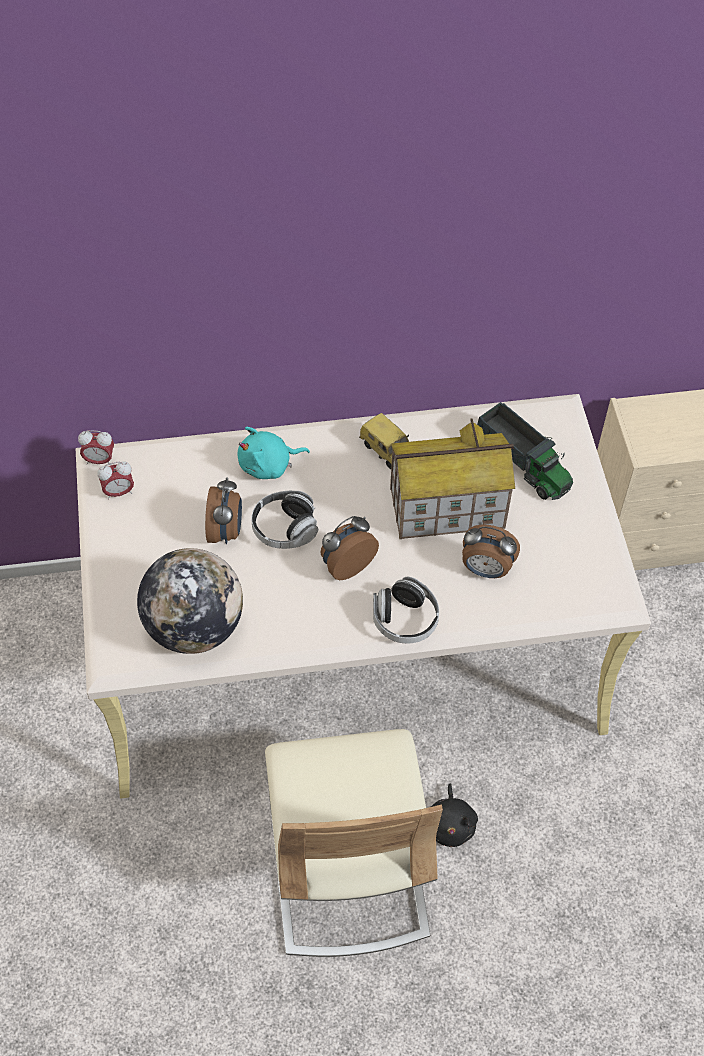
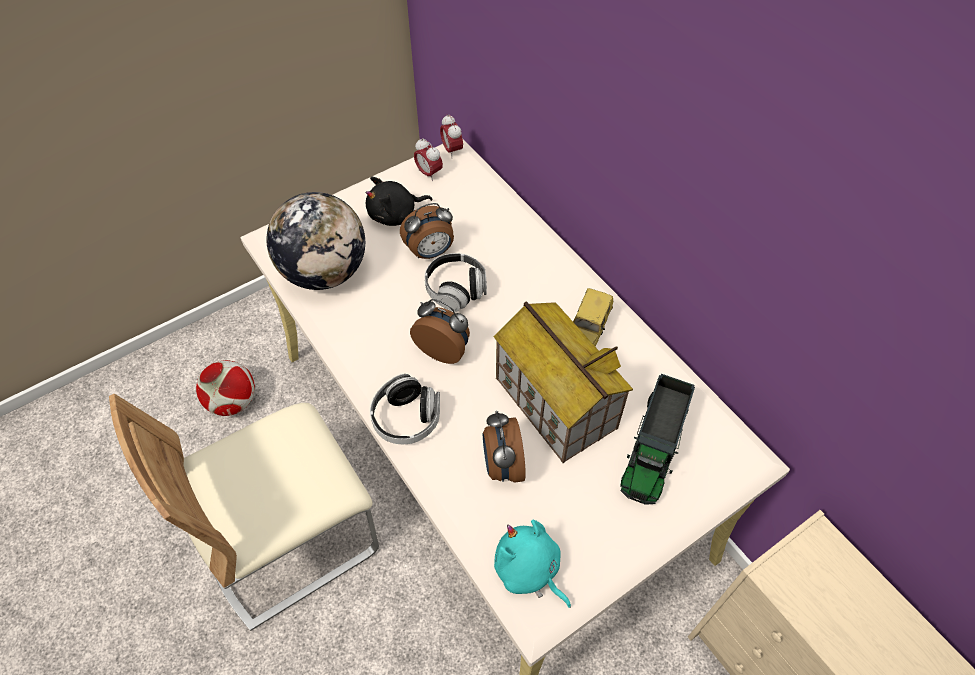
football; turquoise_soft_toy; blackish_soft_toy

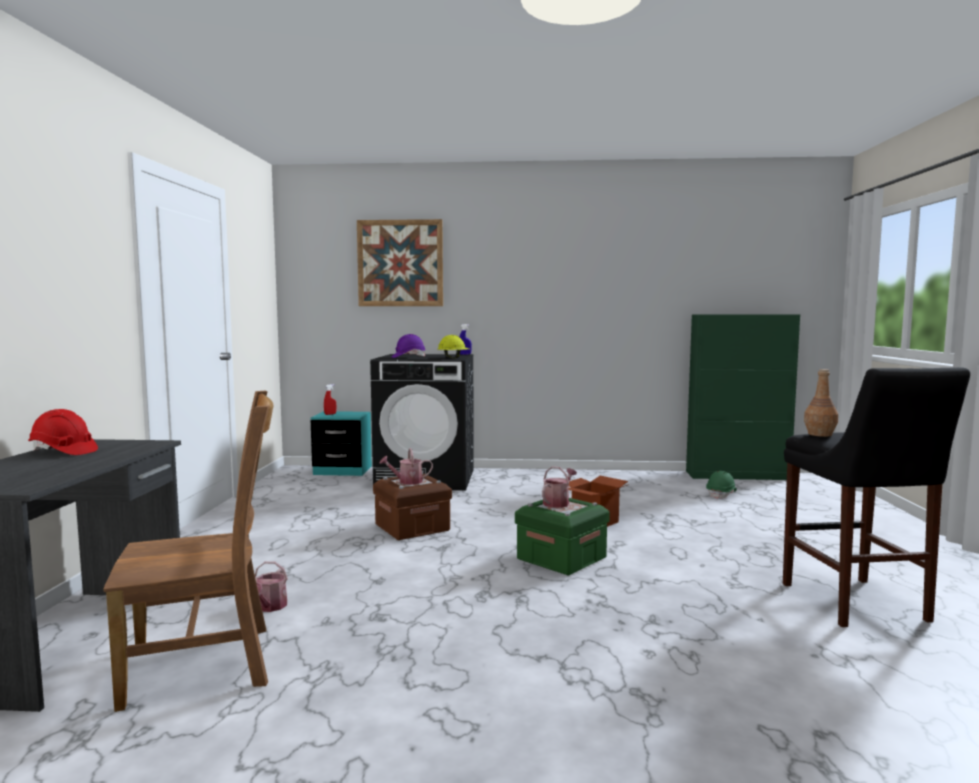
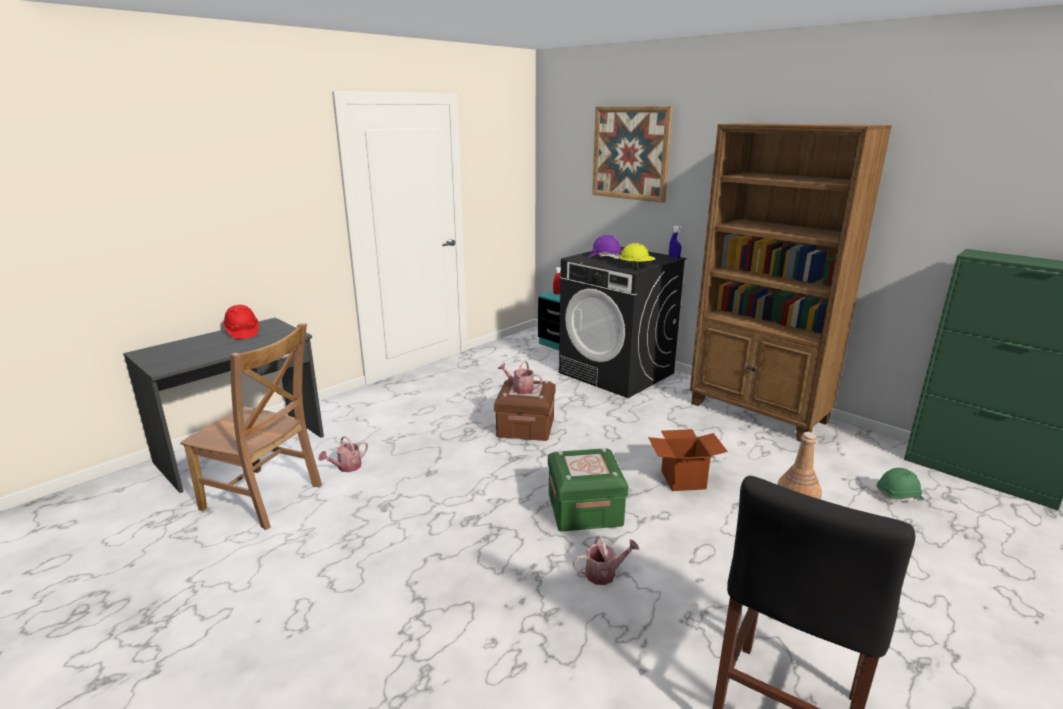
brownish_shelving_unit; sprinkling_can (no. 3 from left)

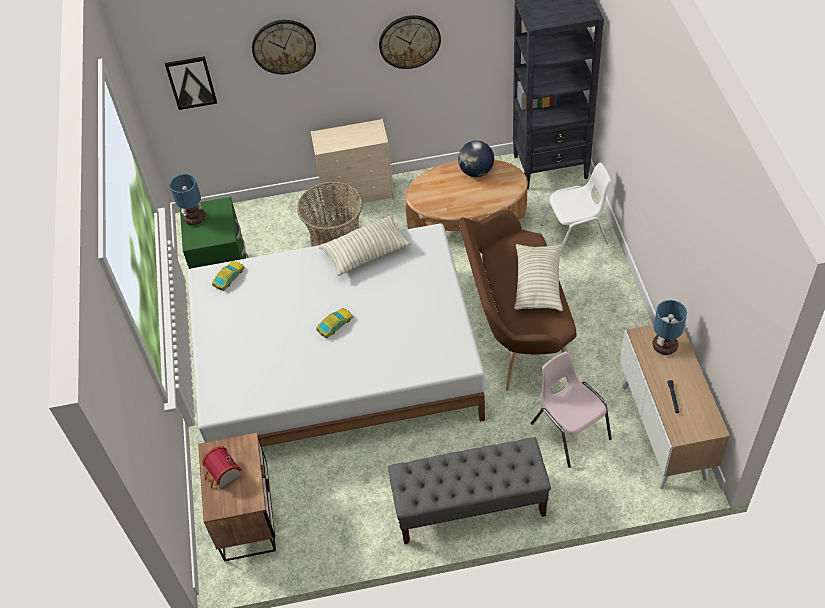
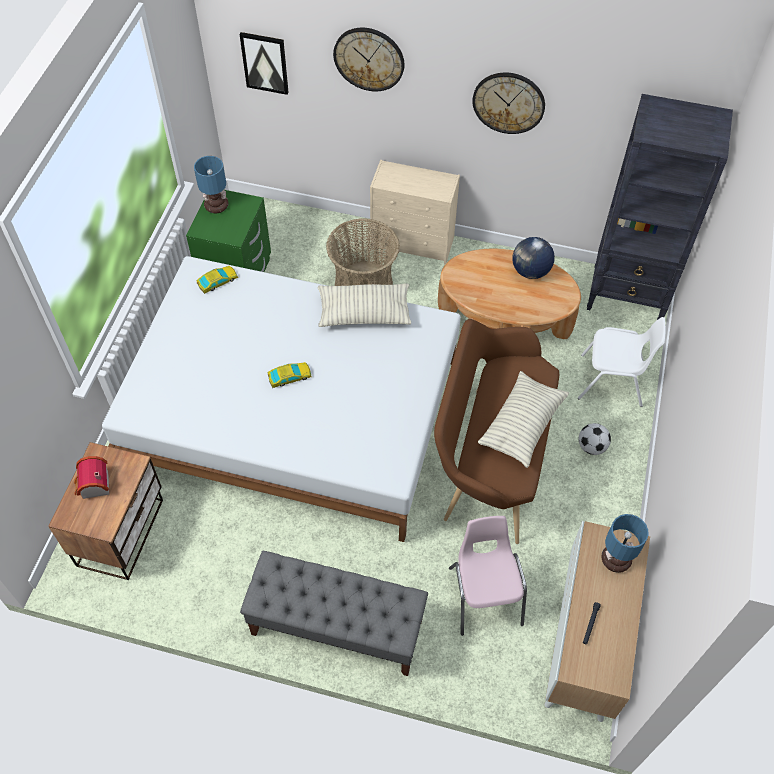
football

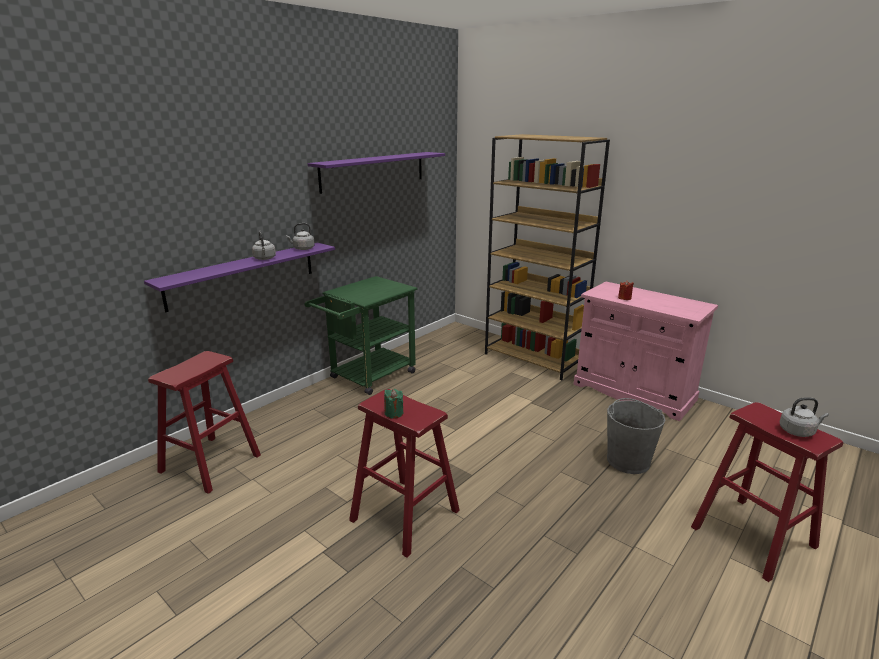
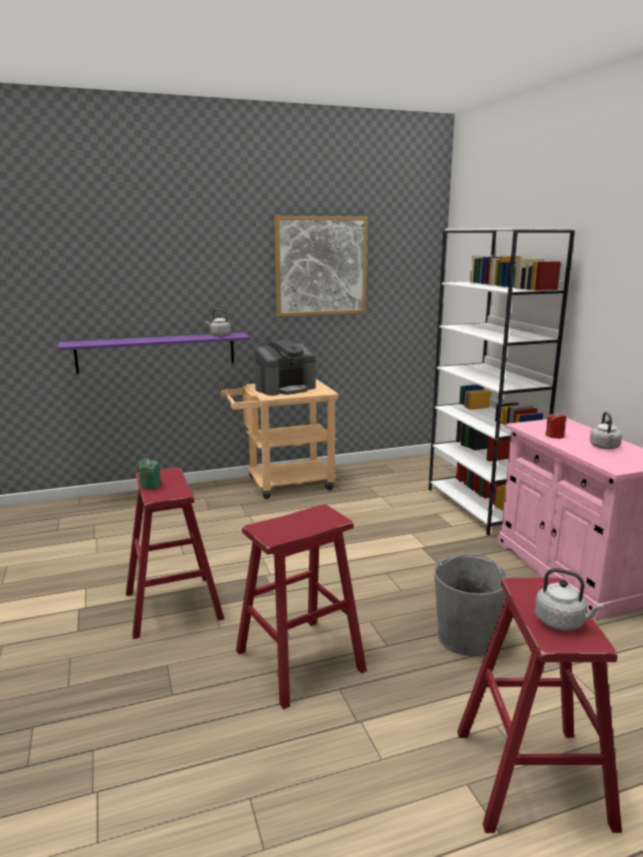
coffee_brewer; reddish_sitting_stool (no. 2 from left); gray_water_kettle (no. 3 from left); wall_art; sand-coloured_trolley; white-coloured_shelving_unit

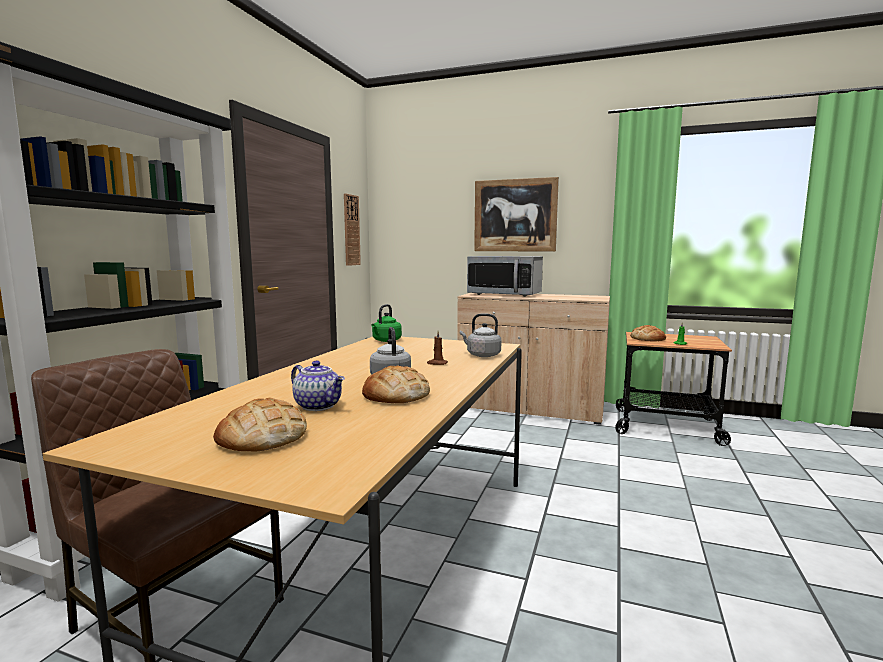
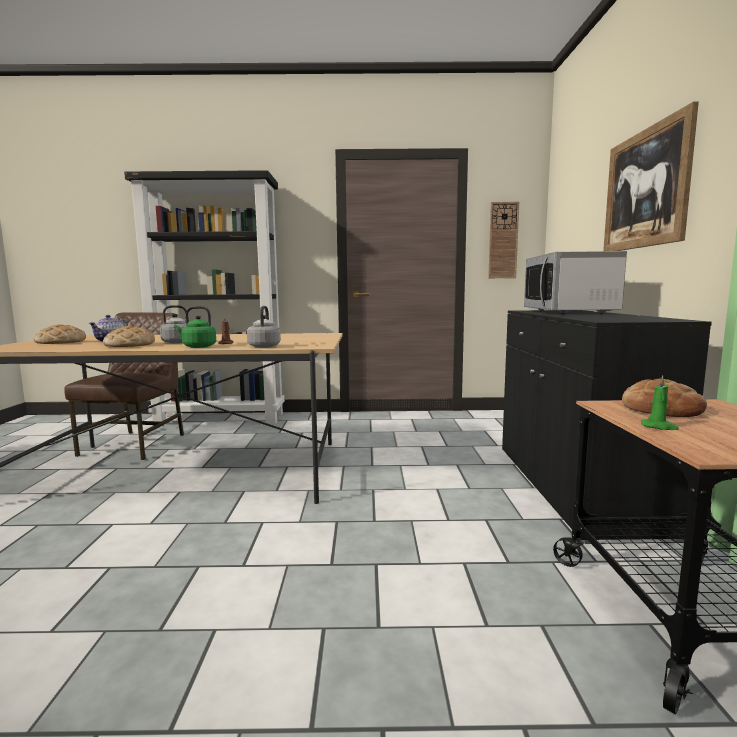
green_water_kettle; blackish_cupboard

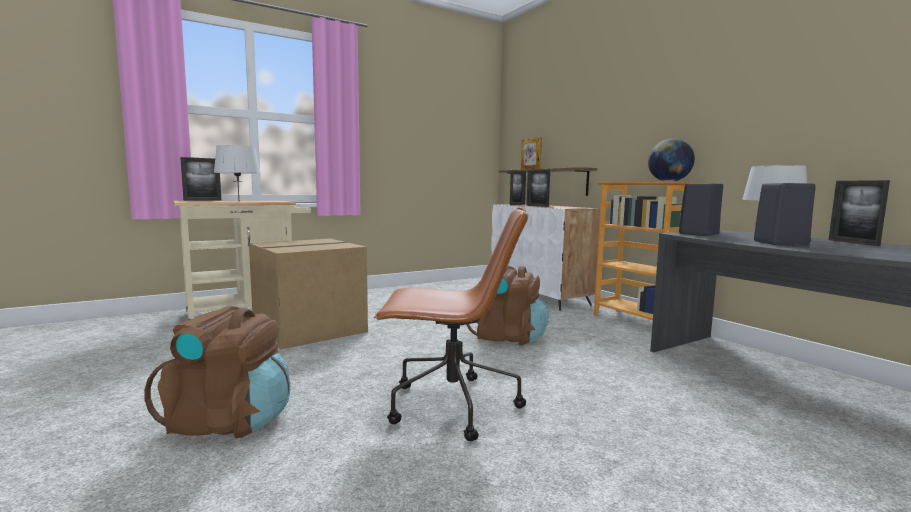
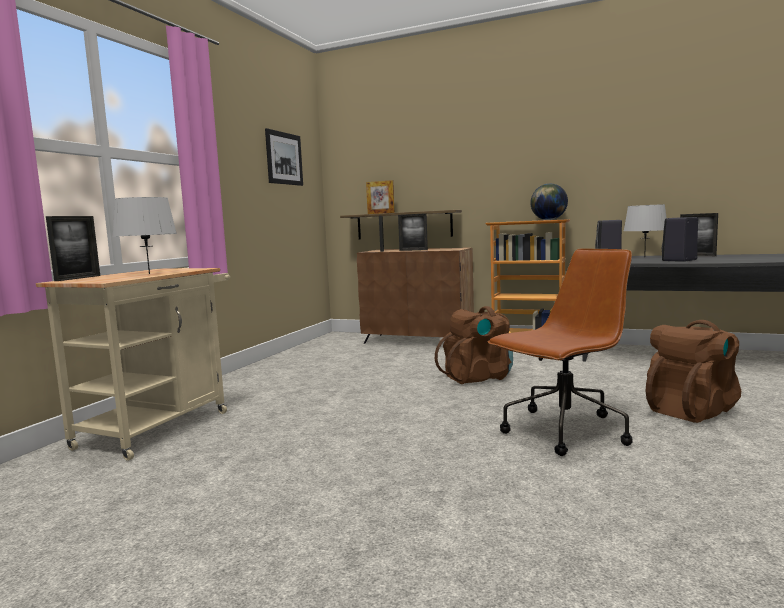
carton; wall_art; brownish_rucksack (no. 2 from left); brownish_cupboard

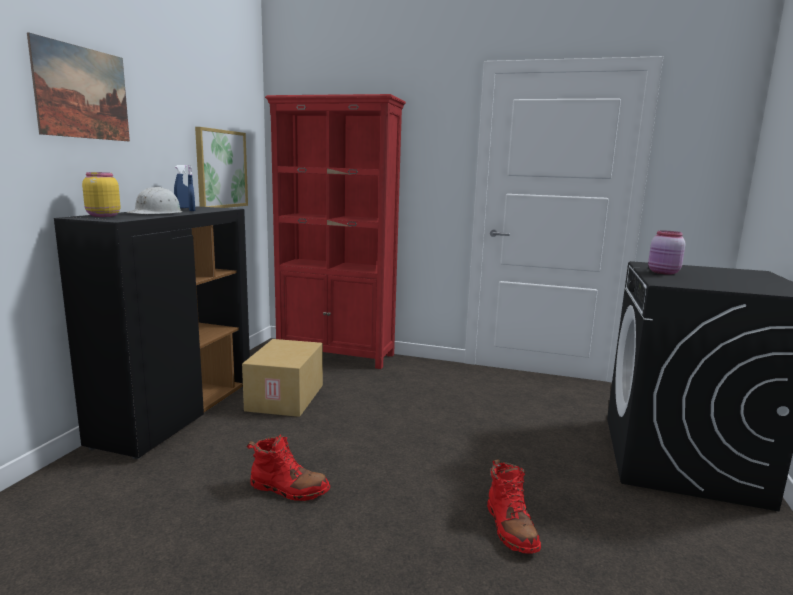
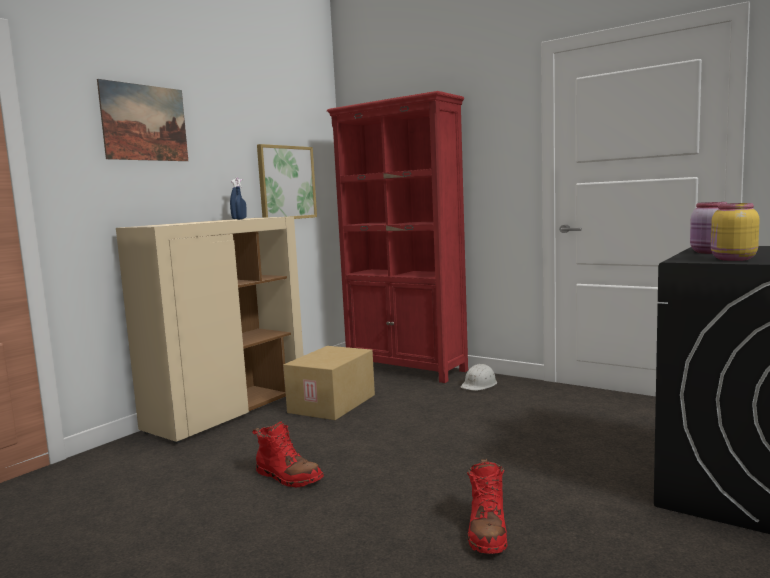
yellowish_preserve_jar; white-coloured_work_helmet; sand-coloured_cupboard

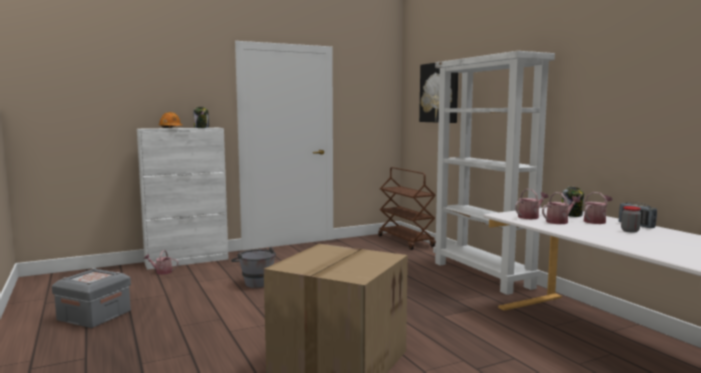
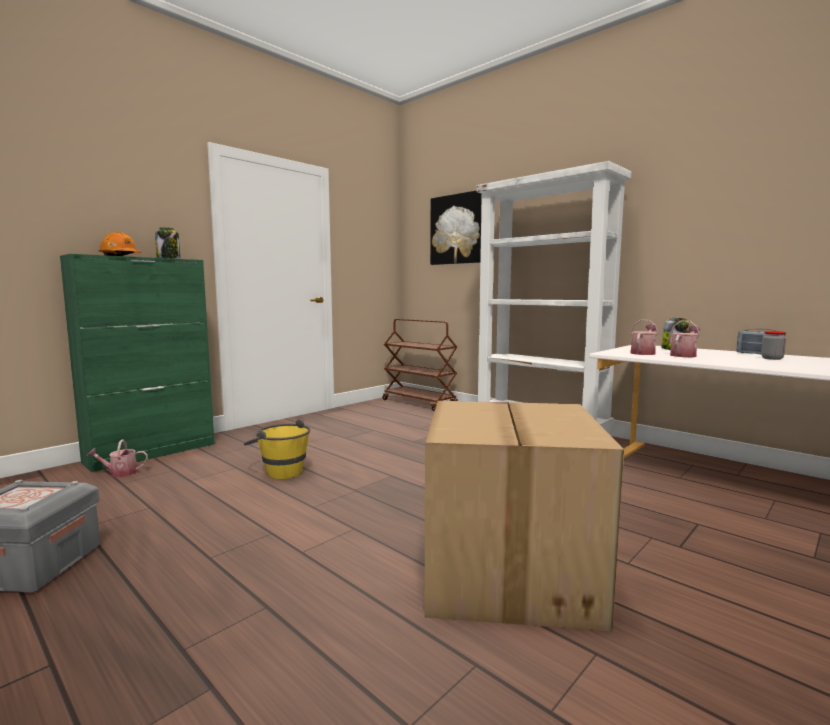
sprinkling_can (no. 4 from left in the first image); green_cupboard; yellowish_pail

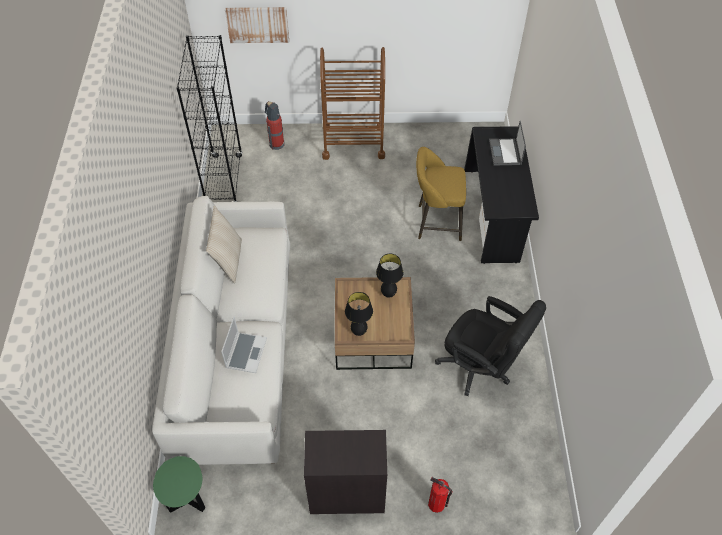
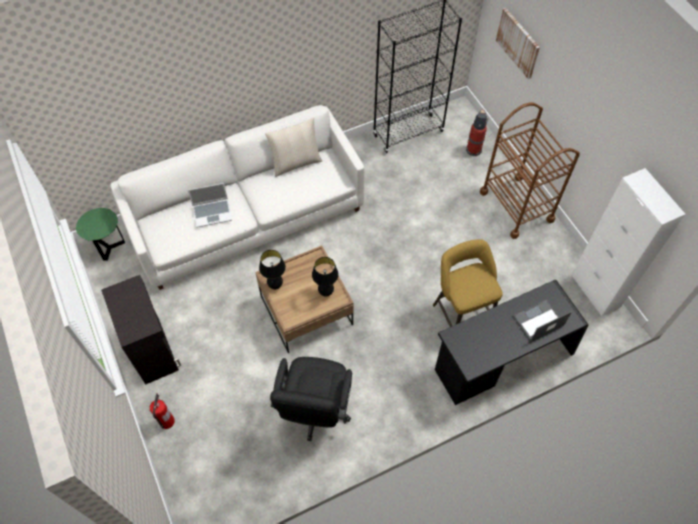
white-coloured_cupboard

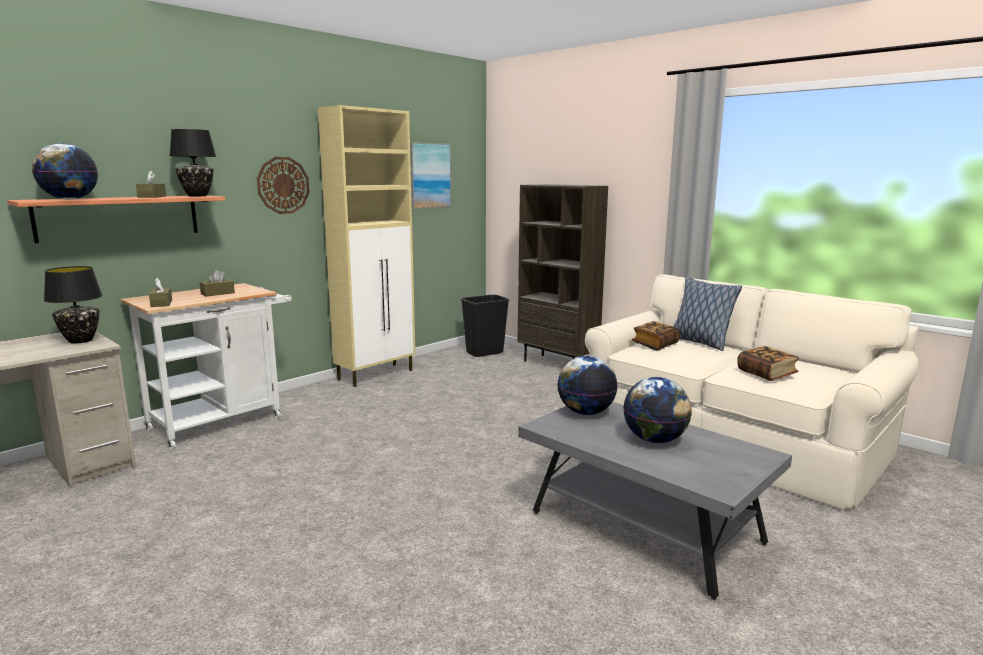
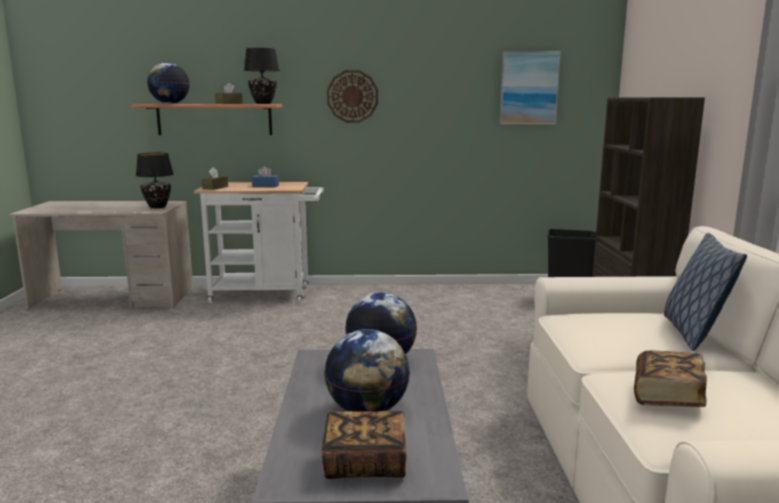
sand-coloured_cupboard; bound_book (no. 1 from left); bluish_box_of_tissues

